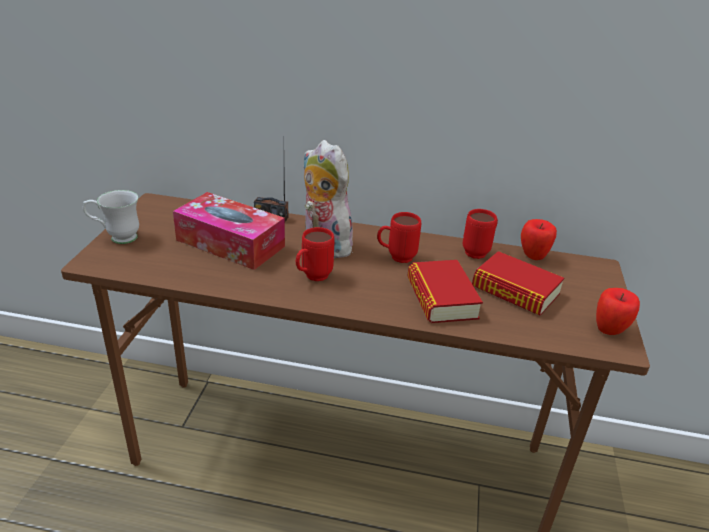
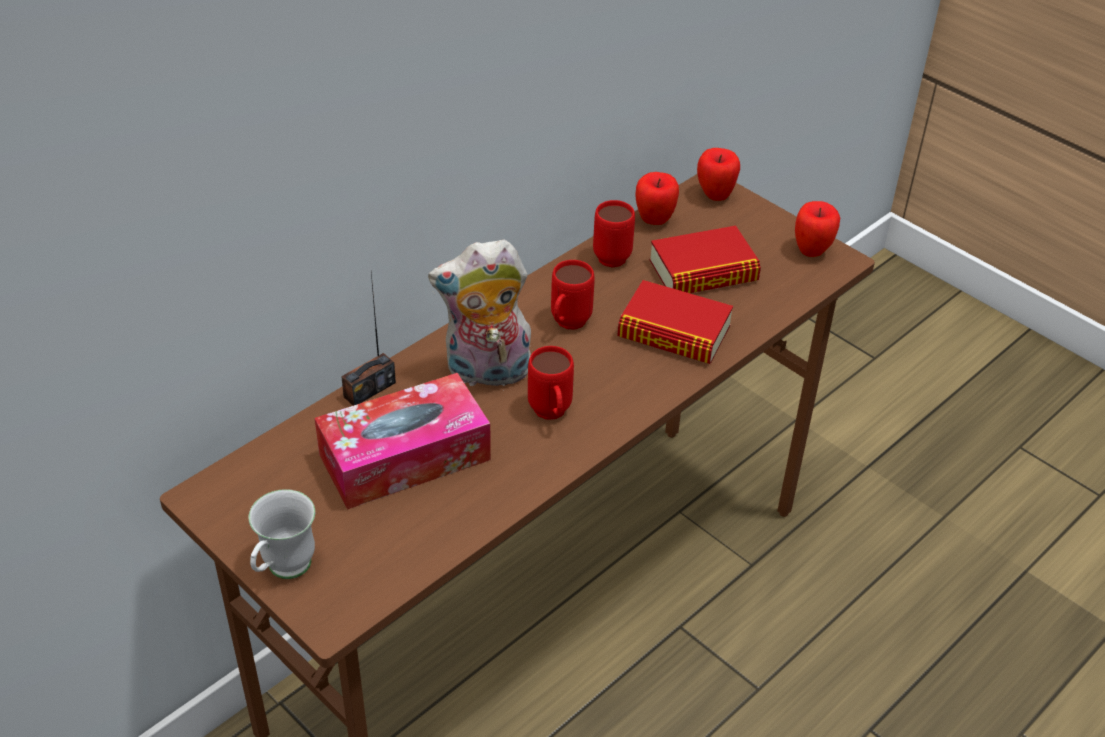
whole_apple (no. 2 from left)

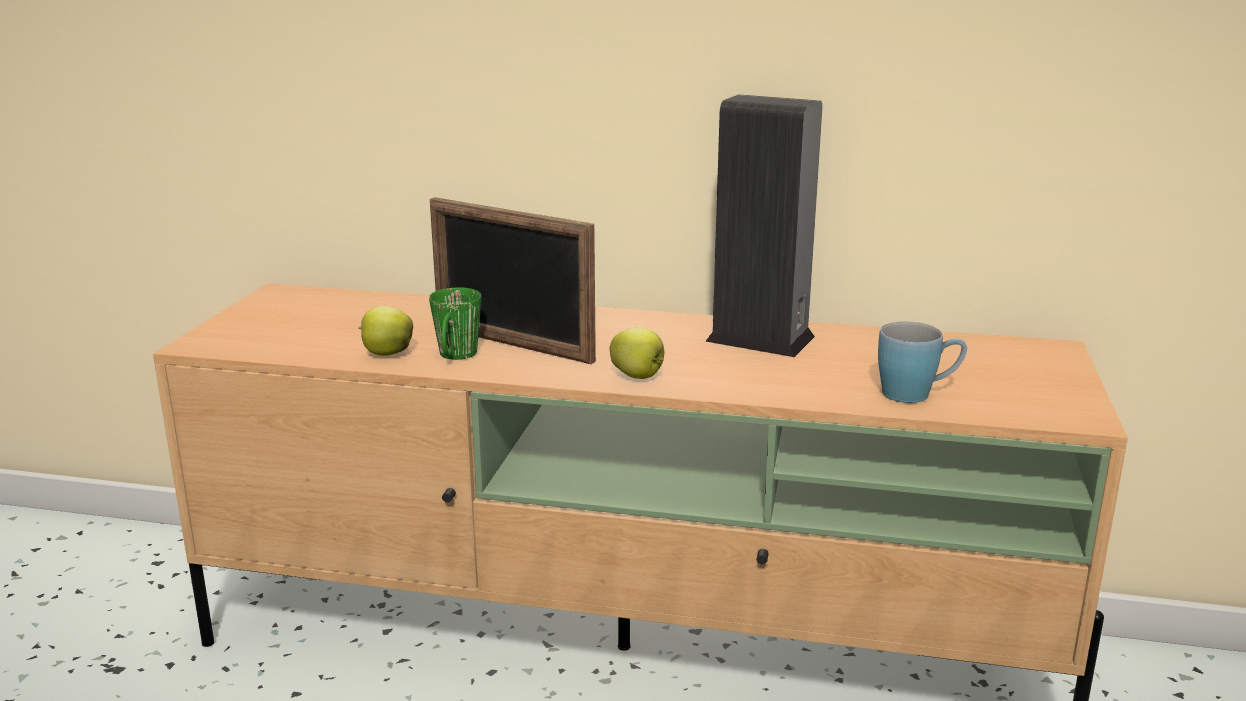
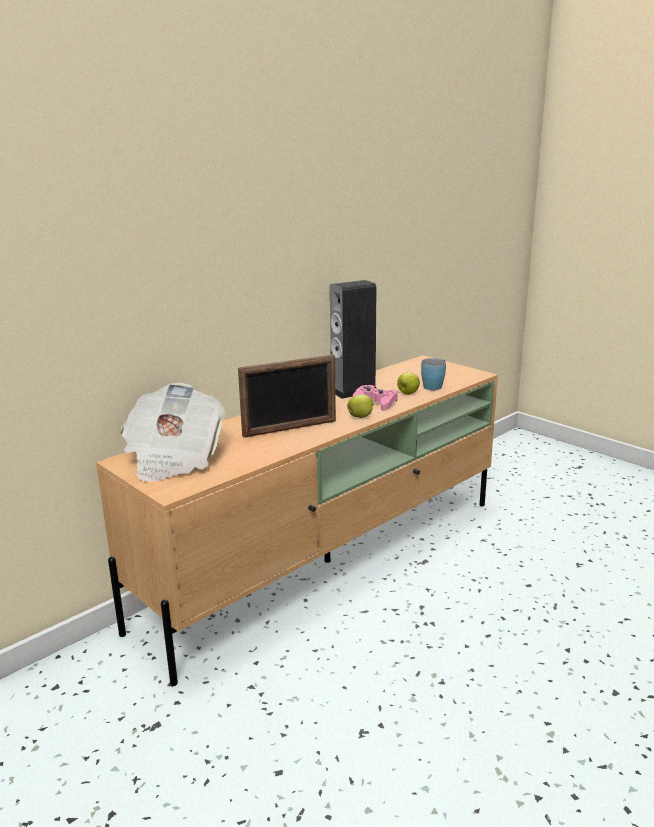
green_tea_mug; printed_paper; pink_joypad; whole_apple (no. 2 from left)

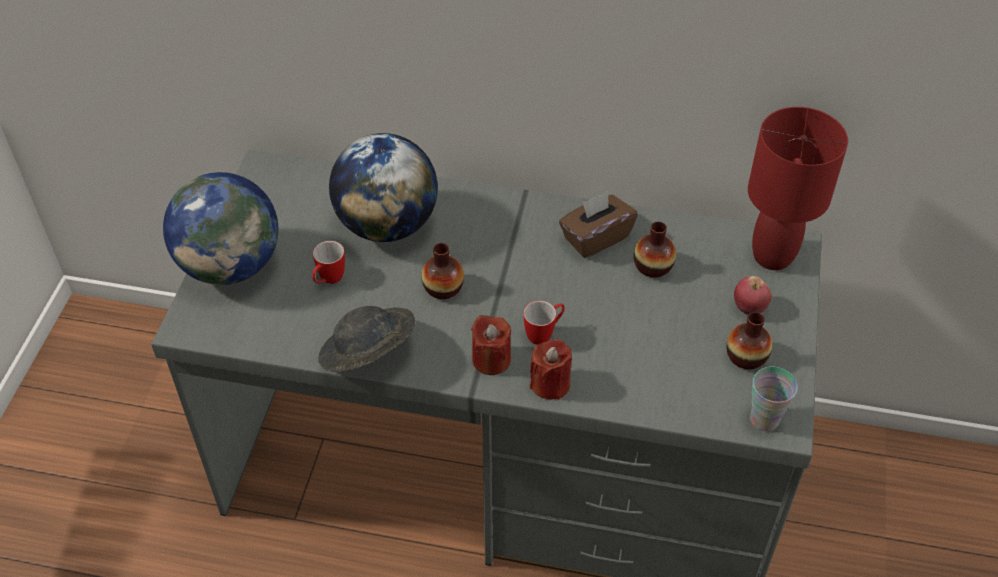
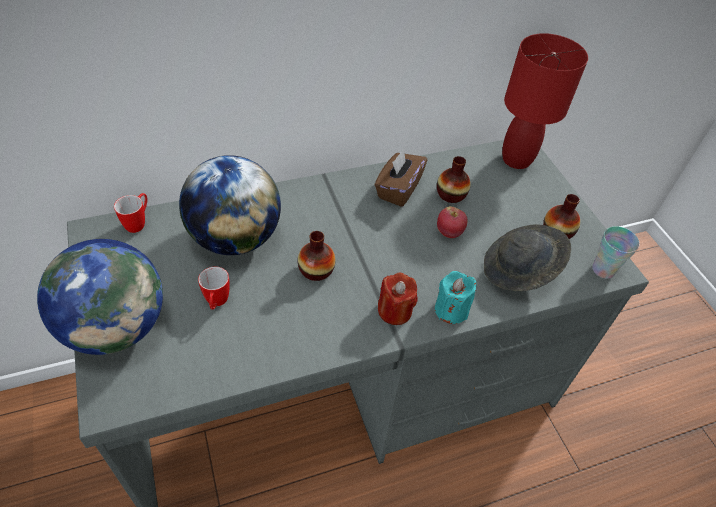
gray_clothing_hat; tea_mug (no. 1 from left); whole_apple; turquoise_candle

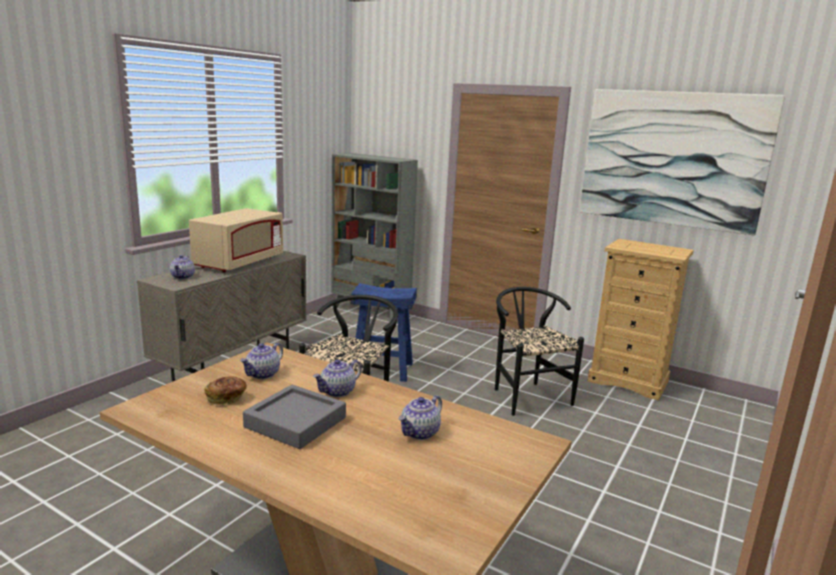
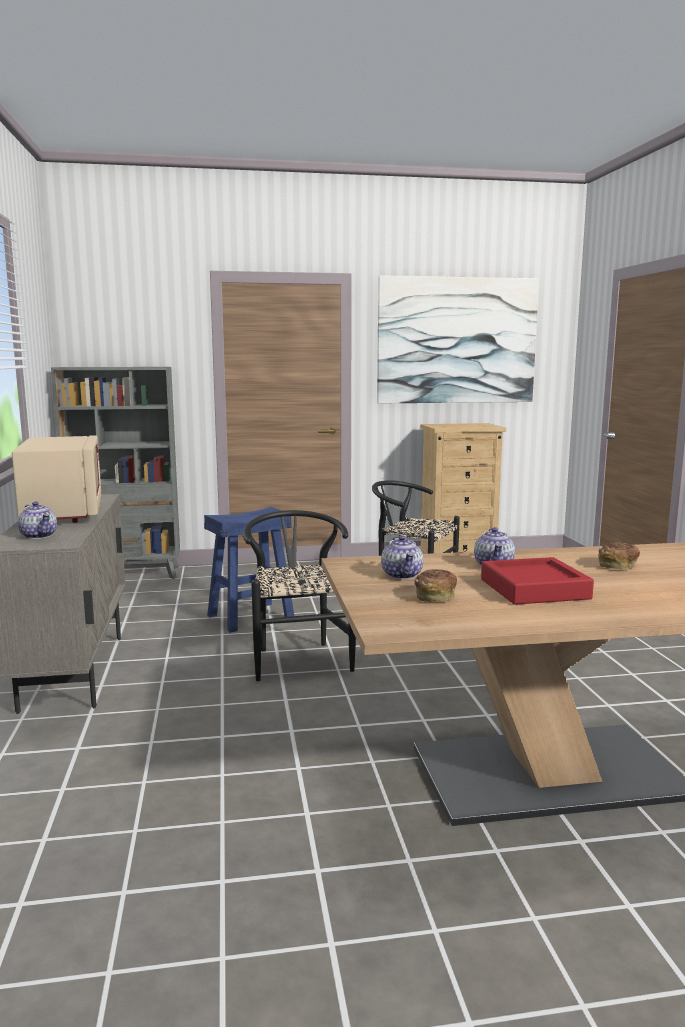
baked_bread (no. 2 from left); reddish_serving_tray

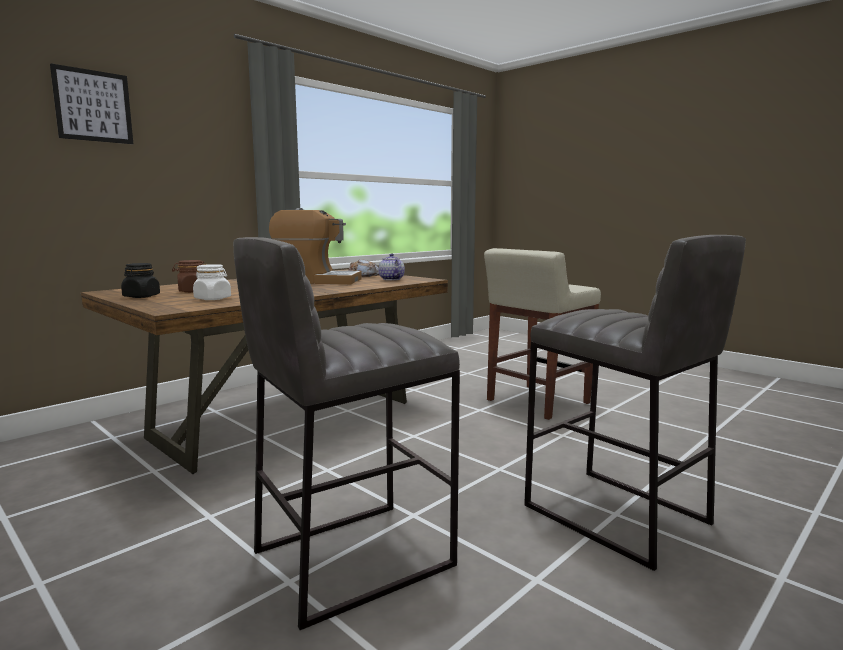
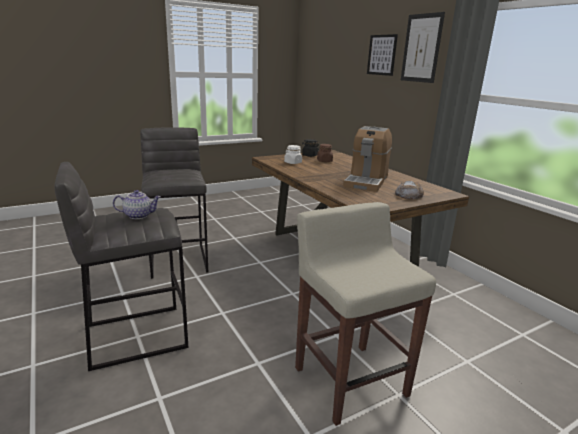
wall_art (no. 2 from left); tea_pot

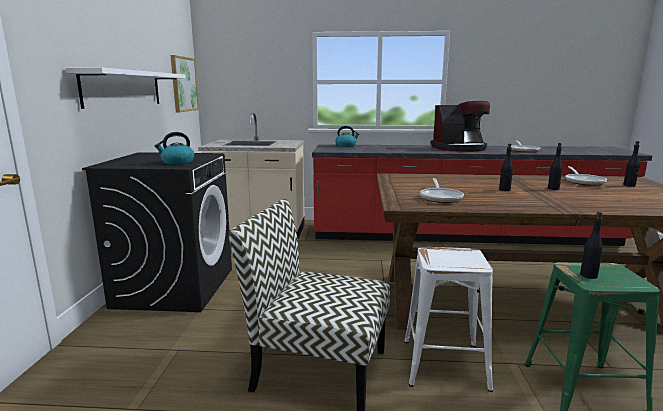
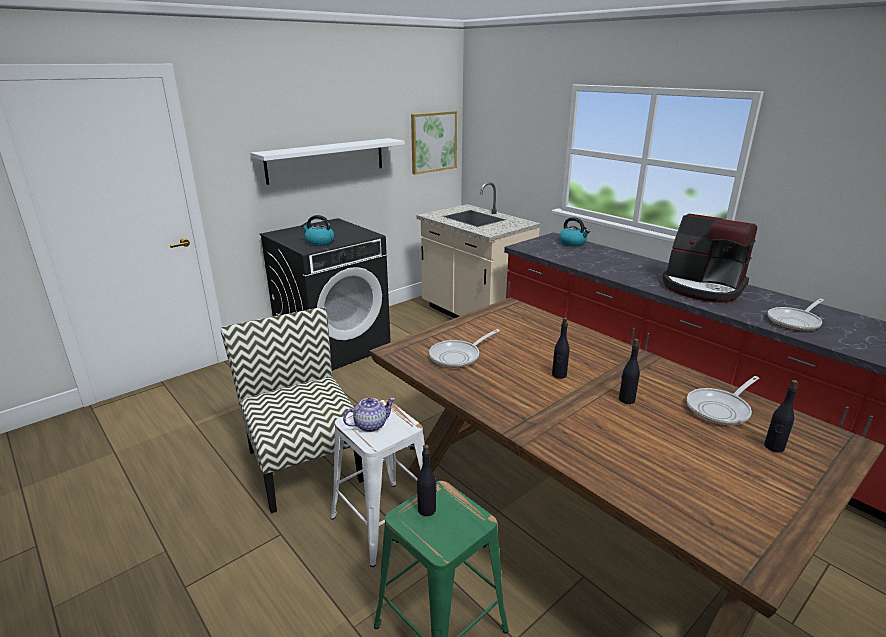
tea_pot

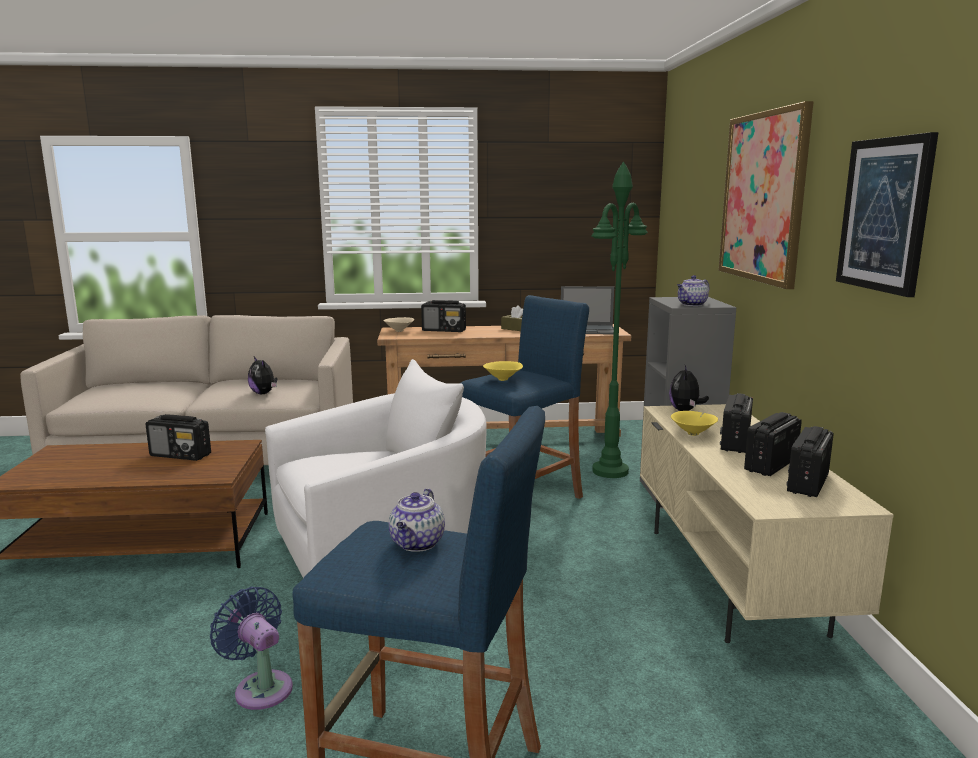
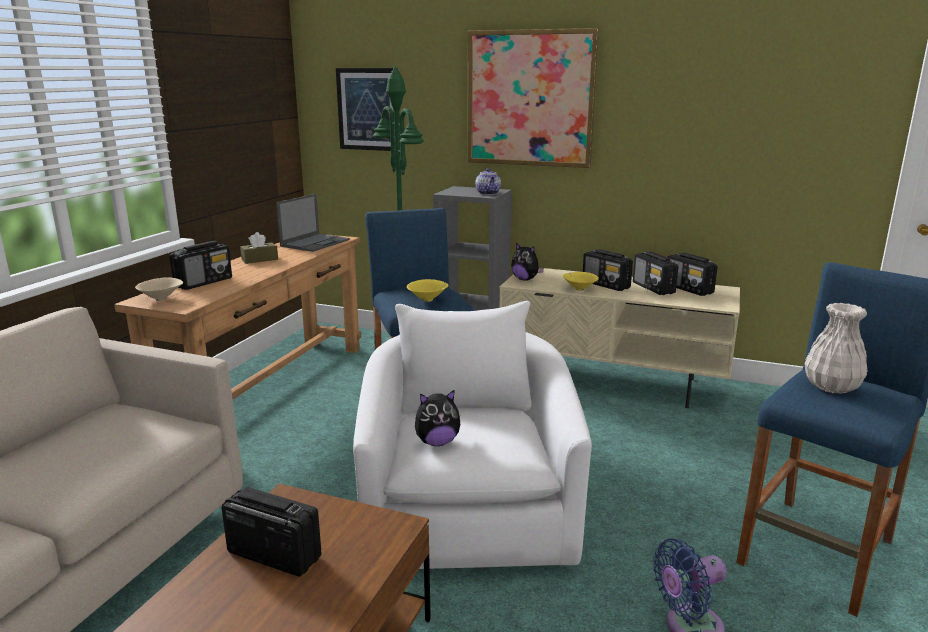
soft_toy (no. 1 from left); wall_art (no. 1 from left); white-coloured_decorative_vase; radio_set (no. 2 from left)

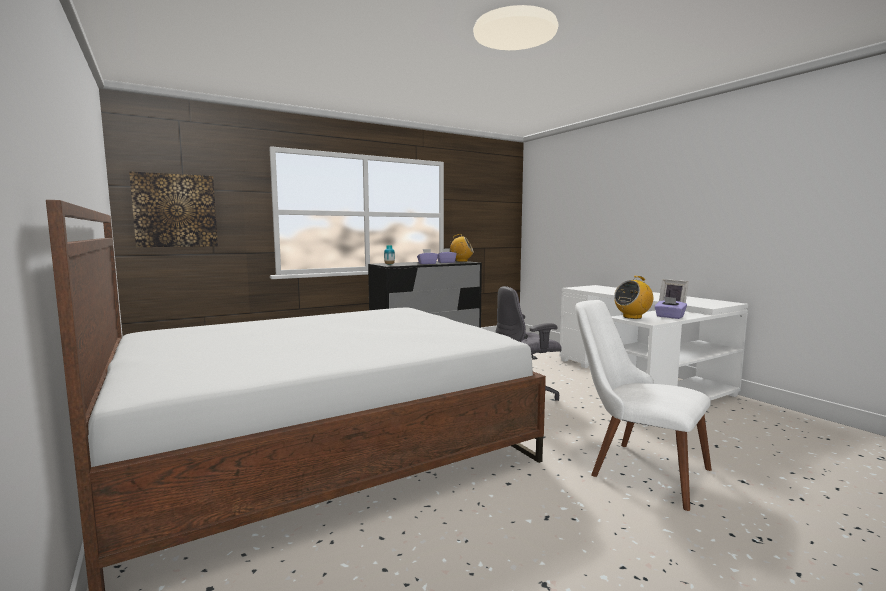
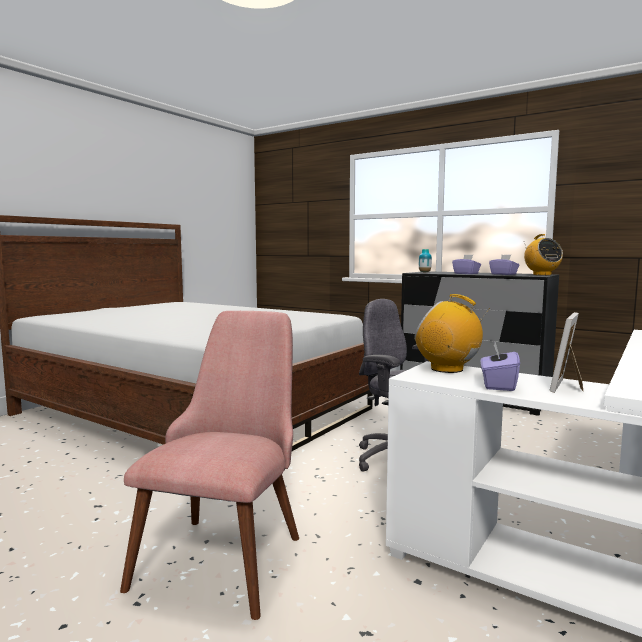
wall_art; pink_chair

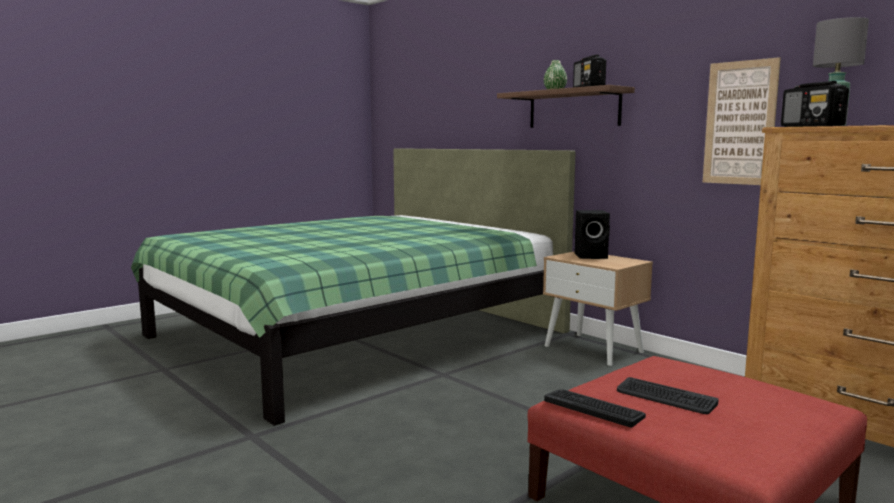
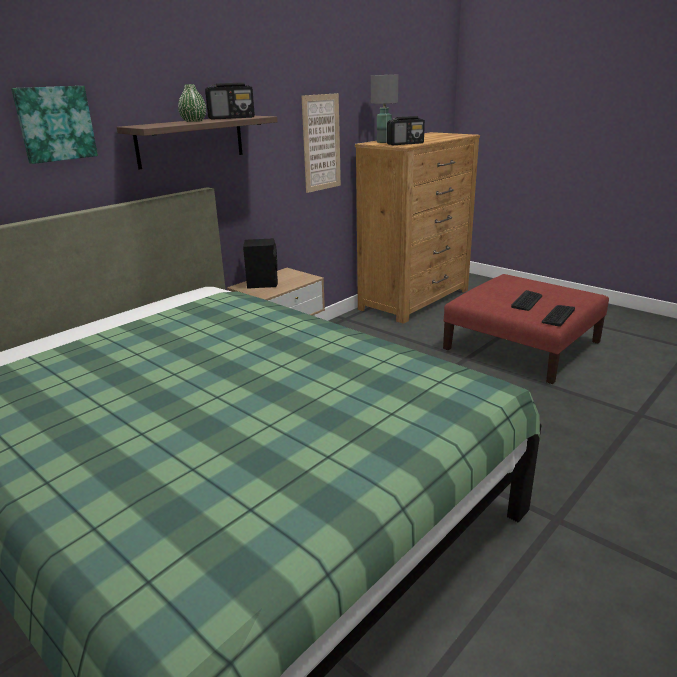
wall_art (no. 1 from left)

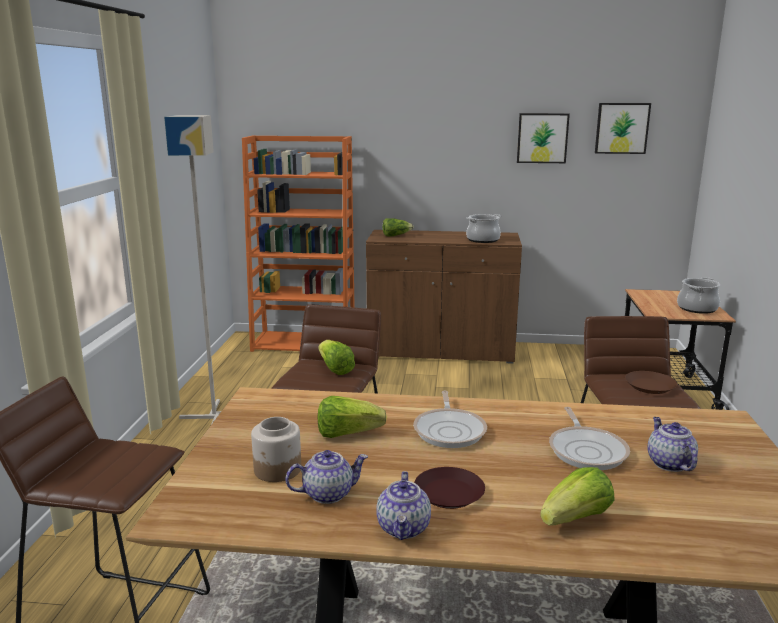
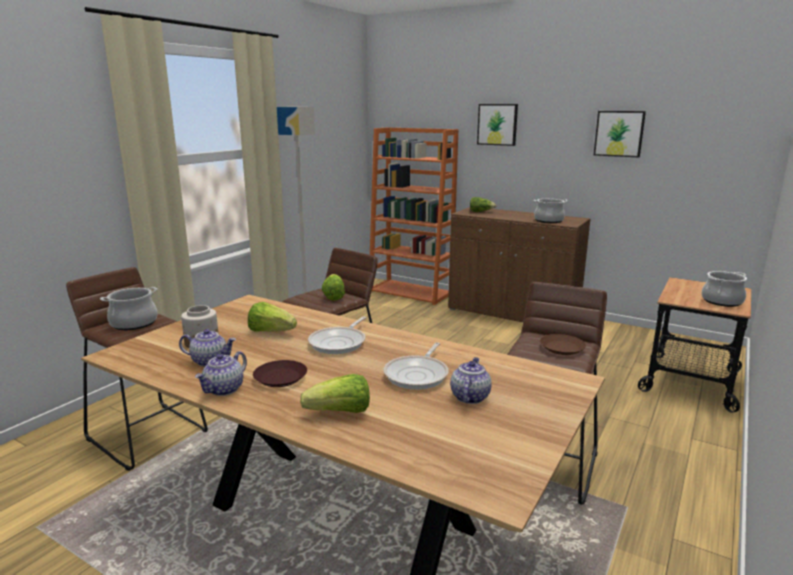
cooking_pot (no. 1 from left); wall_art (no. 1 from left)

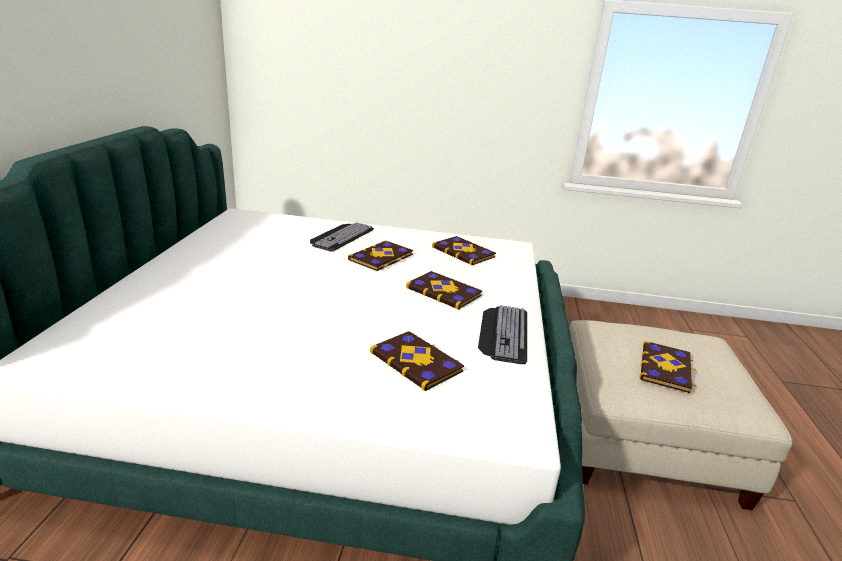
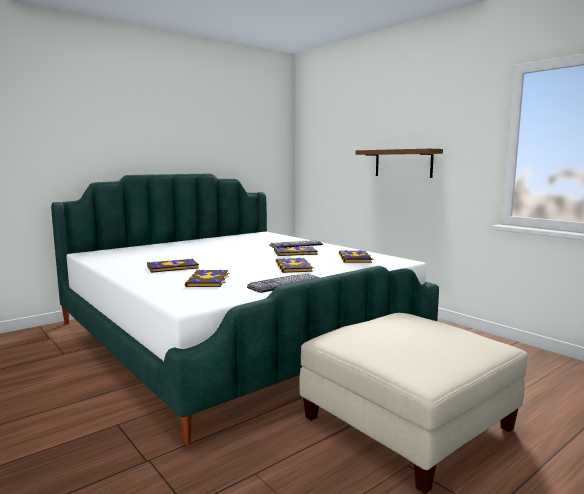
brownish_shelf; bound_book (no. 1 from left)

